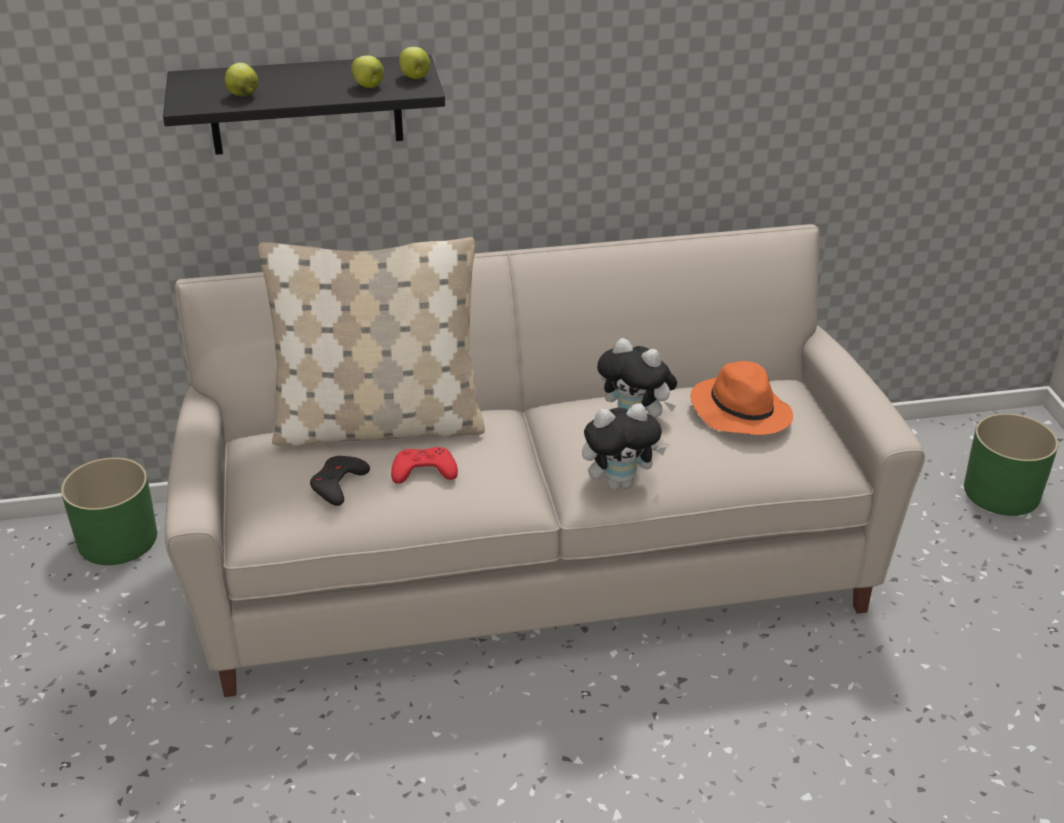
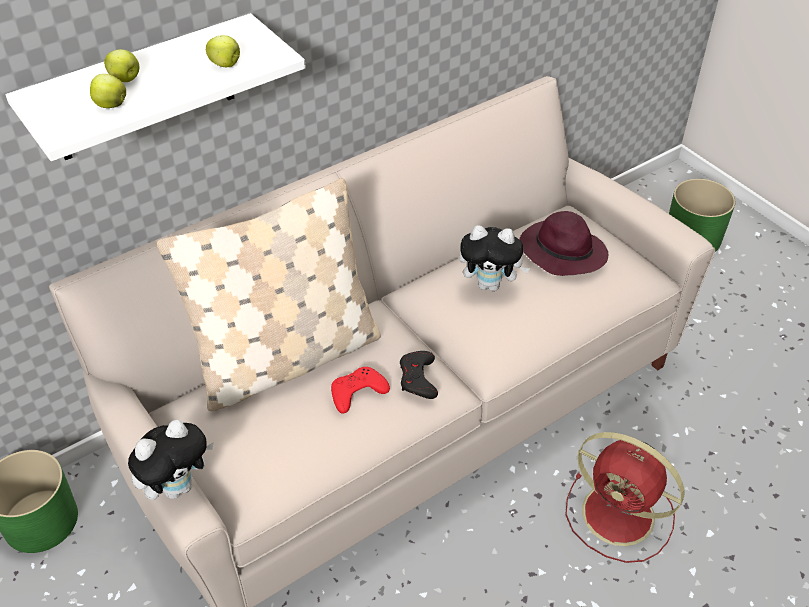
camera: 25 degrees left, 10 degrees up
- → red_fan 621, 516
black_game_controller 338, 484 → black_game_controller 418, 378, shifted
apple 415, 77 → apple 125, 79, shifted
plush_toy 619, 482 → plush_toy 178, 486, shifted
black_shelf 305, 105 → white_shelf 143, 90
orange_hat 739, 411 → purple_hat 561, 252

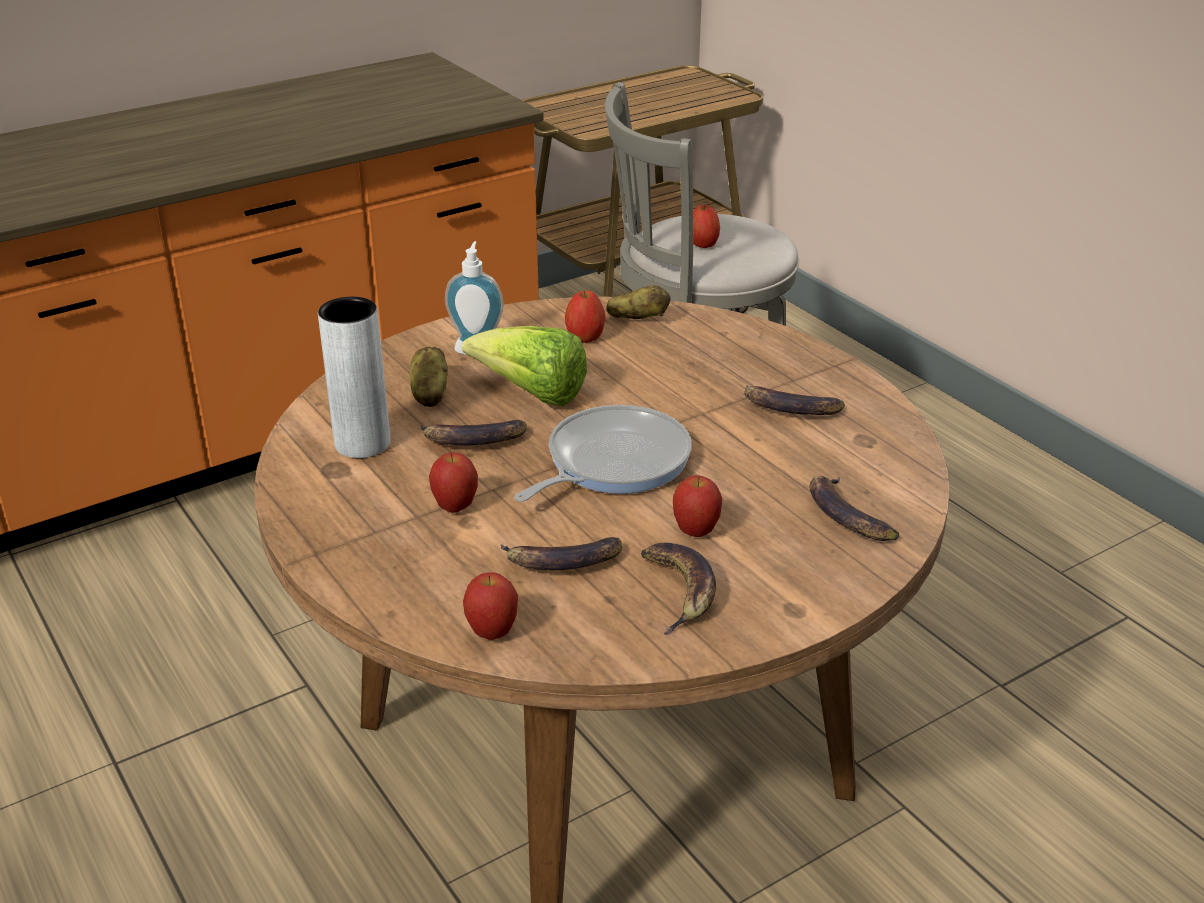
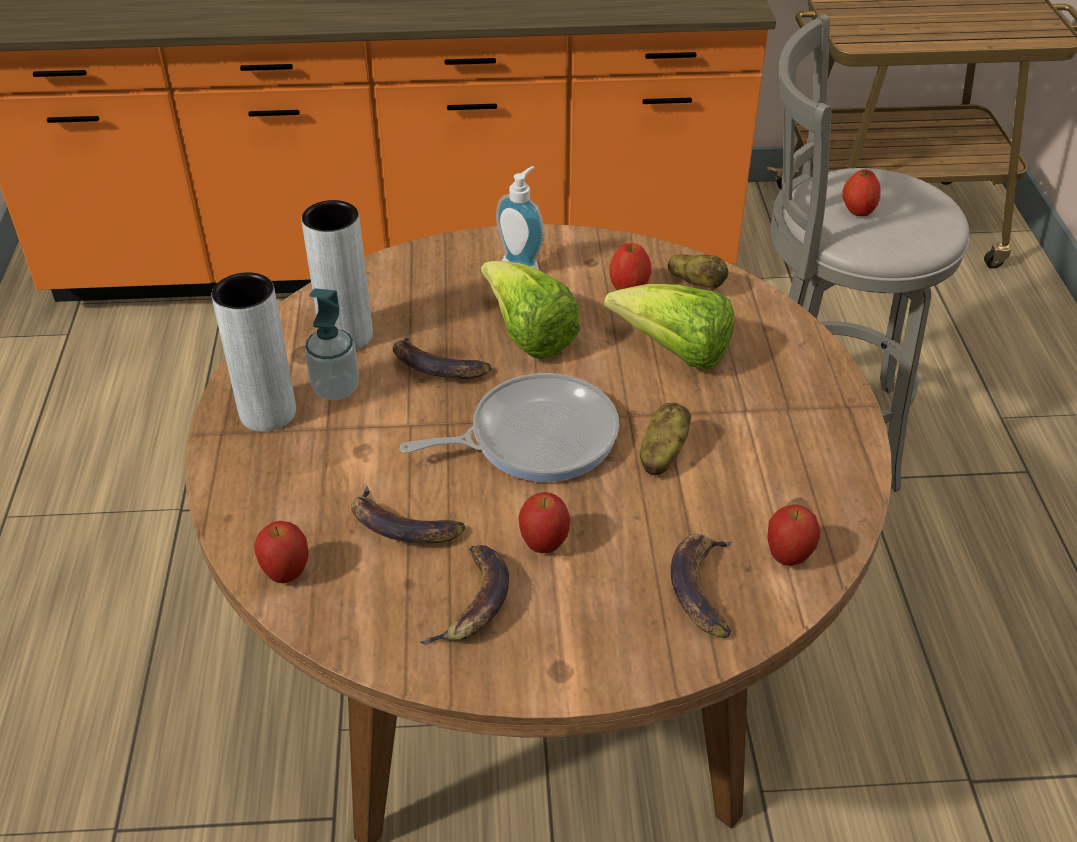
camera: 30 degrees right, 10 degrees up
banana 789, 409 → -
- → grey_vase 268, 413
- → soap_dispenser 336, 389
- → lettuce 674, 352
potato 429, 394 → potato 661, 454, shifted
apple 455, 507 → apple 788, 557, shifted

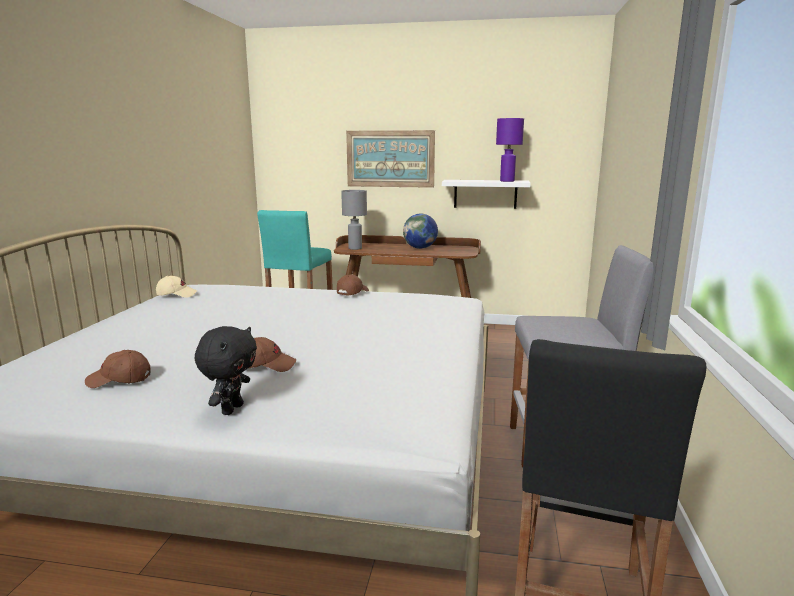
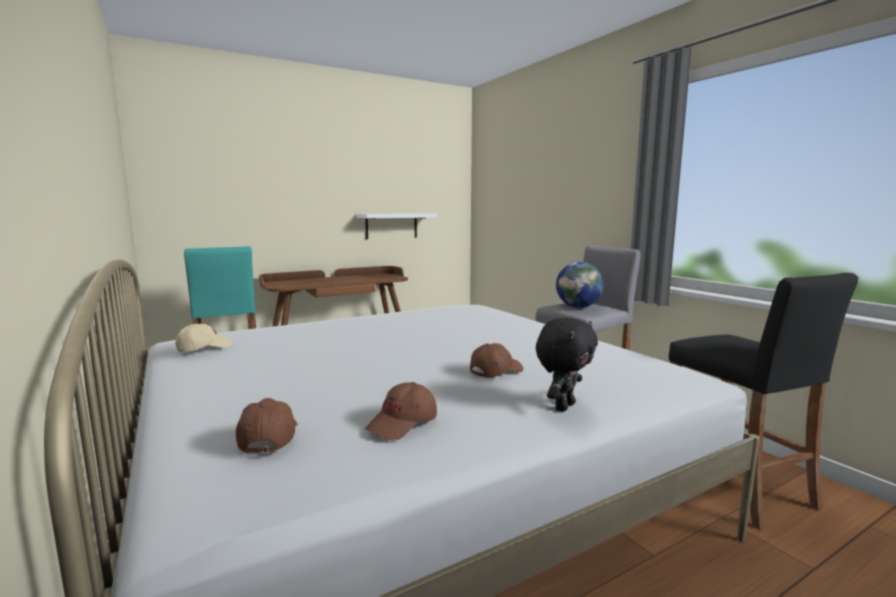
camera: 40 degrees left, 5 degrees down
grey_table_lamp 354, 248 → -
picture 390, 159 → -
purple_table_lamp 507, 181 → -
brown_cap 352, 292 → brown_cap 268, 437, shifted
globe 420, 248 → globe 578, 307, shifted
black_plush_toy 231, 409 → black_plush_toy 563, 406, 60 degrees clockwise

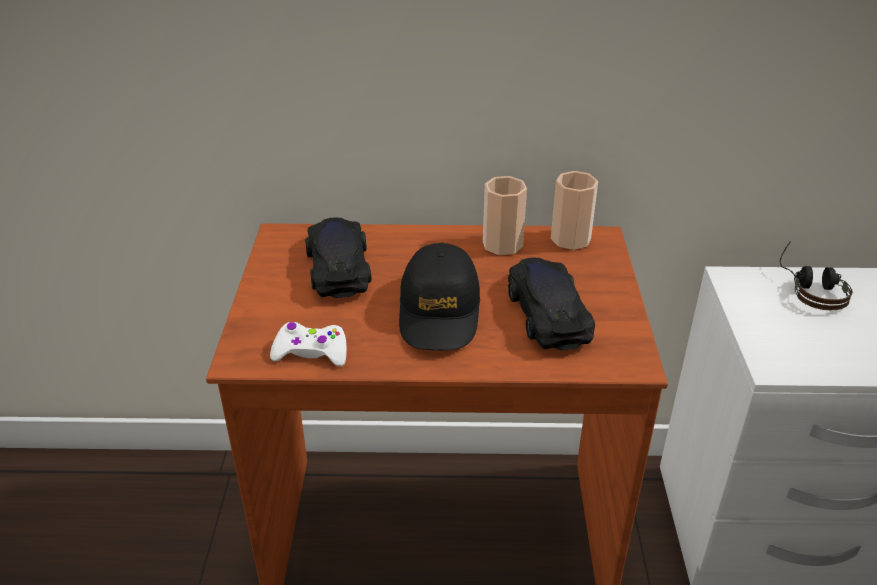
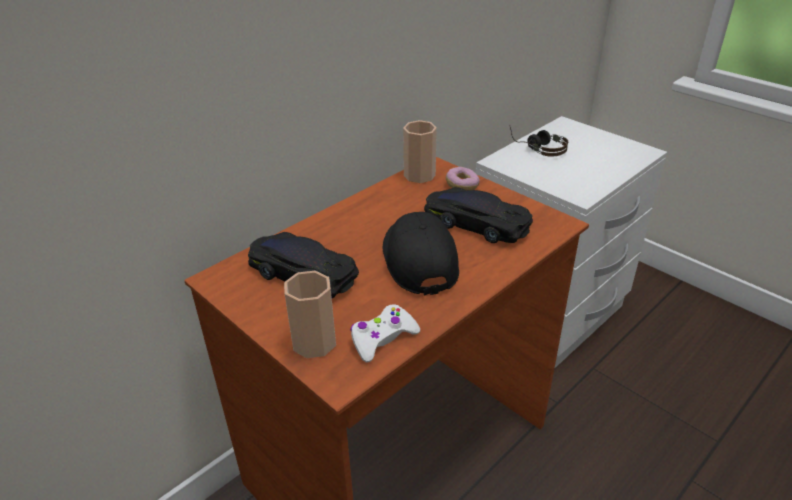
camera: 45 degrees left, 0 degrees up
- → donut 462, 186
cup 502, 244 → cup 314, 342, shifted
black_cap 439, 311 → black_cap 418, 260, 150 degrees counterclockwise

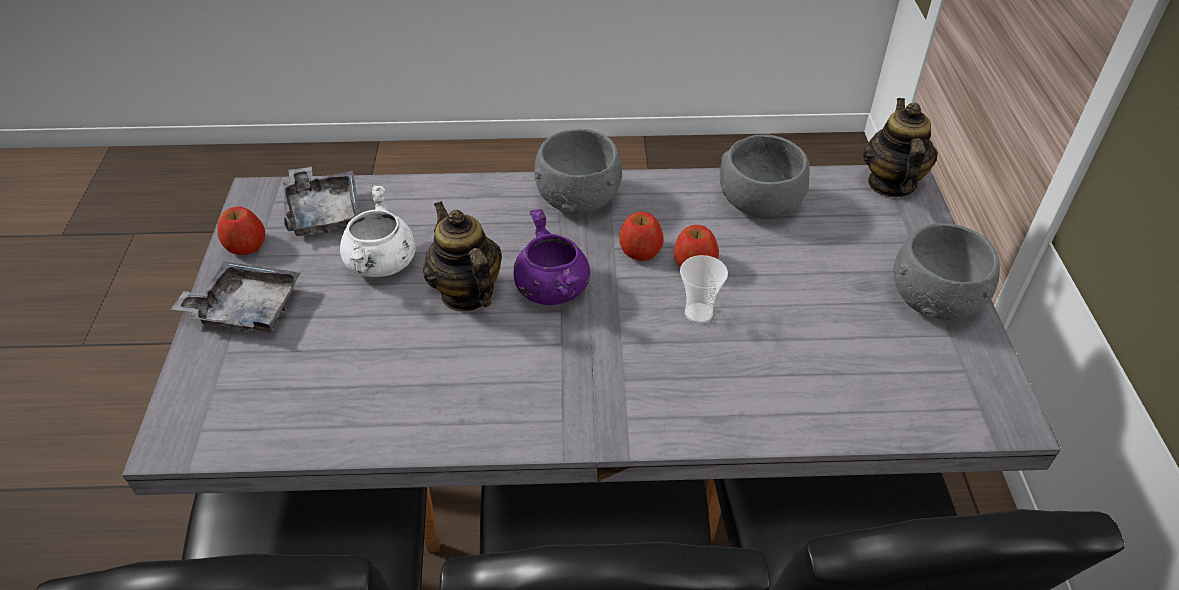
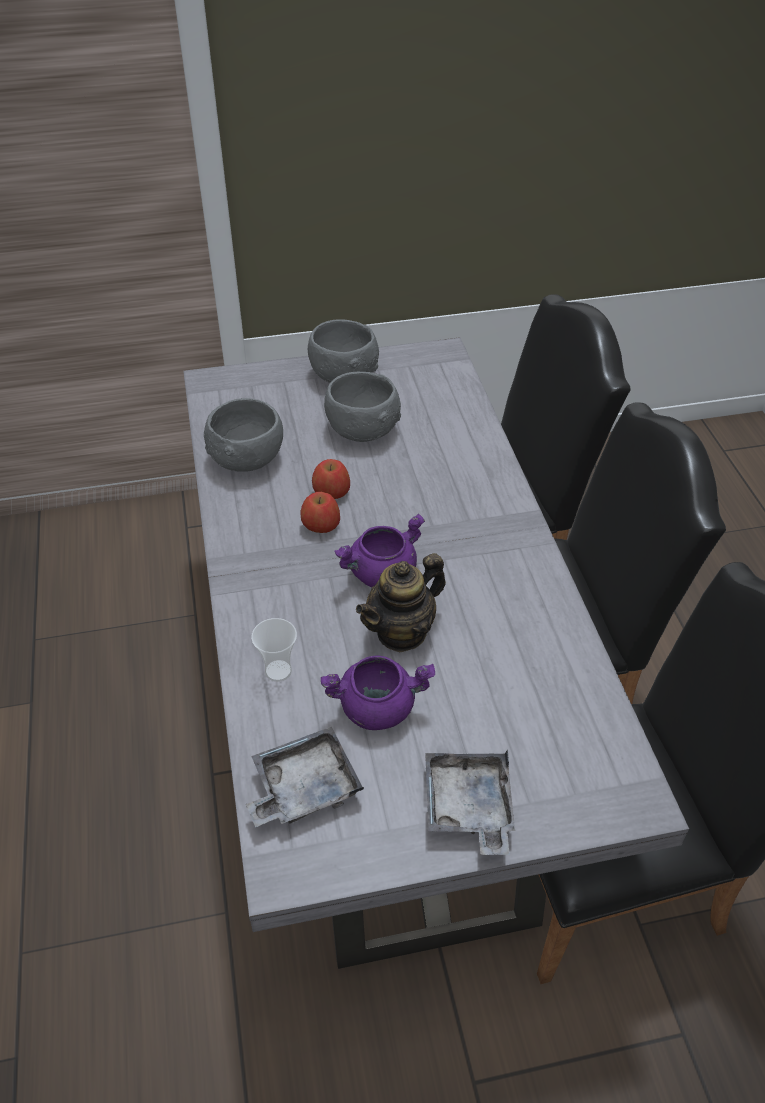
camera: 100 degrees left, 0 degrees up
apple 245, 244 → -
teapot 891, 184 → -
grey_bowl 579, 197 → grey_bowl 362, 428, shifted
cup 698, 313 → cup 278, 671, shifted
white_cooking_pot 381, 264 → purple_cooking_pot 377, 707

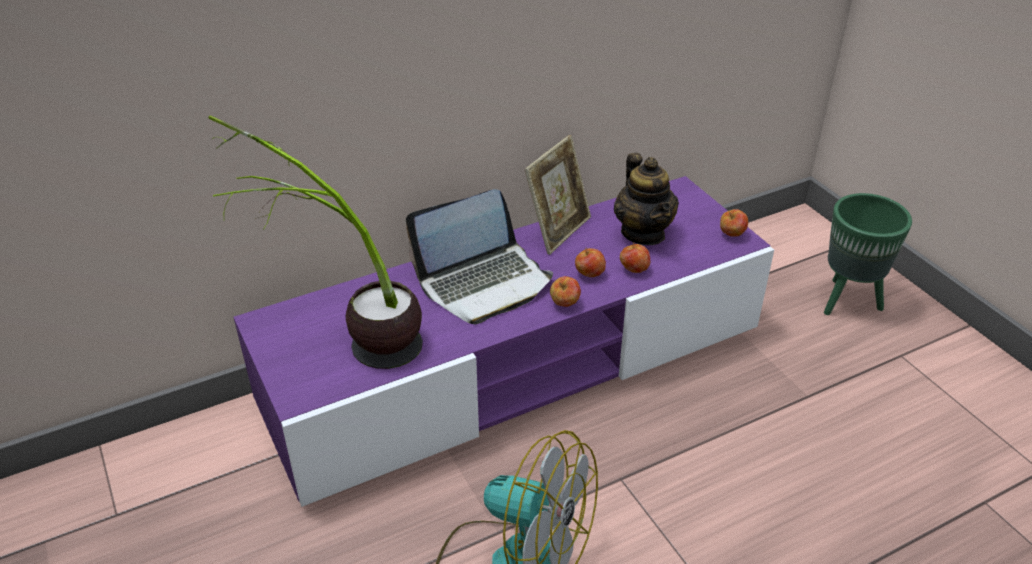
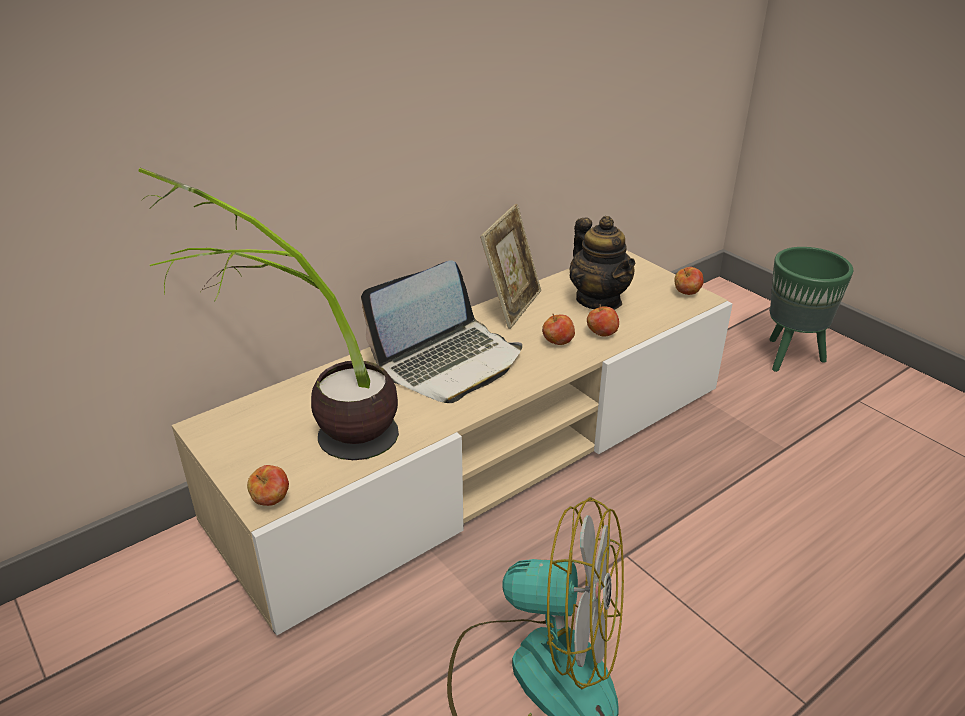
camera: 10 degrees left, 5 degrees down
apple 565, 304 → apple 271, 501, shifted
purple_tv_stand 516, 365 → beige_tv_stand 482, 453

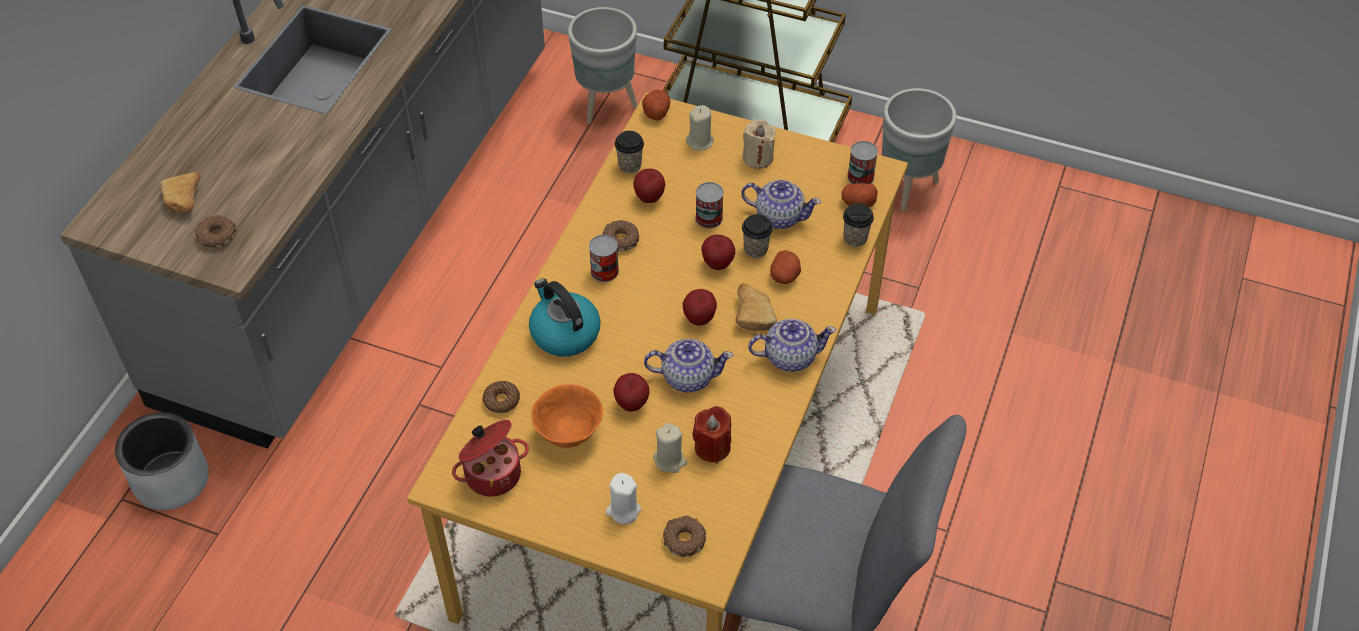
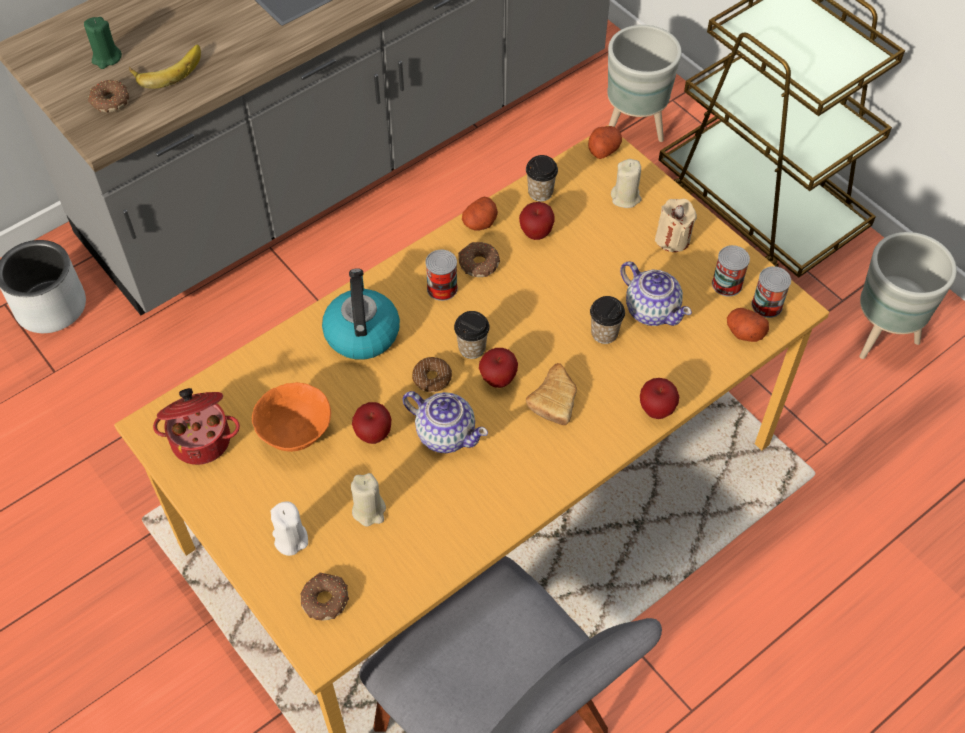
camera: 30 degrees right, 5 degrees up
red_candle 712, 447 → -
teapot 789, 357 → -
- → banana 168, 68
donut 501, 401 → donut 432, 378, shifted
can 709, 218 → can 727, 284, shifted
apple 717, 264 → apple 656, 410, shifted
potato 785, 276 → potato 480, 223, shifted
cup 855, 238 → cup 472, 348, shifted
bread 183, 202 → green_candle 106, 58

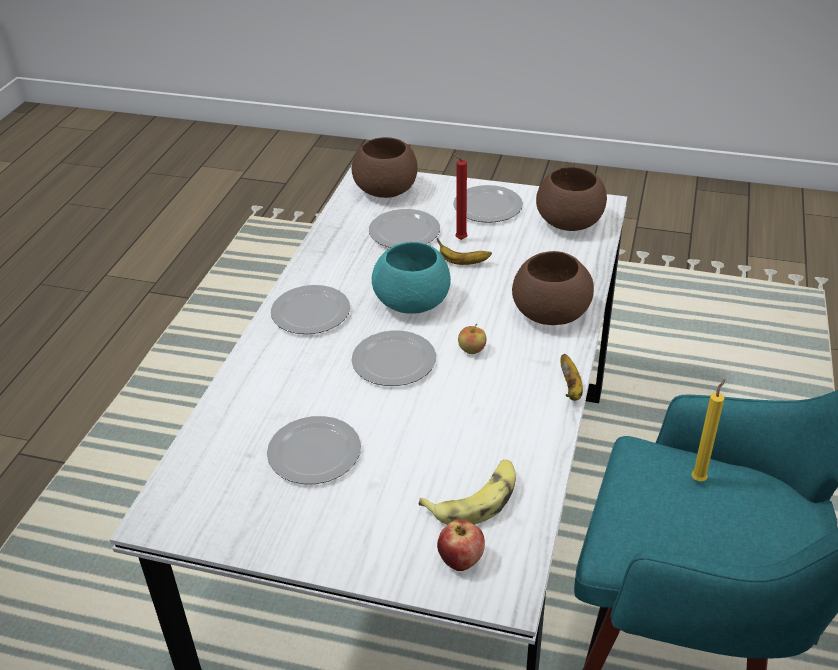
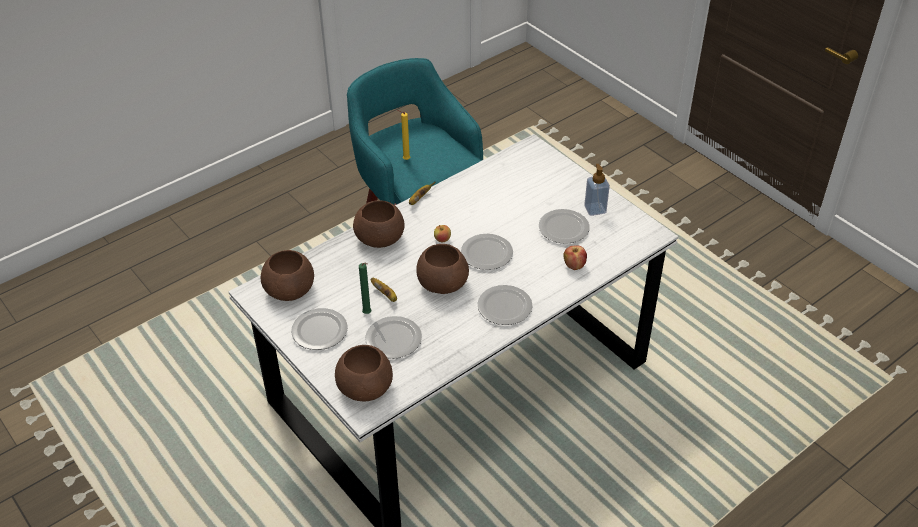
camera: 145 degrees left, 5 degrees up
banana 475, 499 → -
- → soap_dispenser 595, 209
apple 460, 561 → apple 574, 266, shifted
turquoise_bowl 413, 303 → brown_bowl 442, 283
red_candle 459, 239 → green_candle 368, 314

